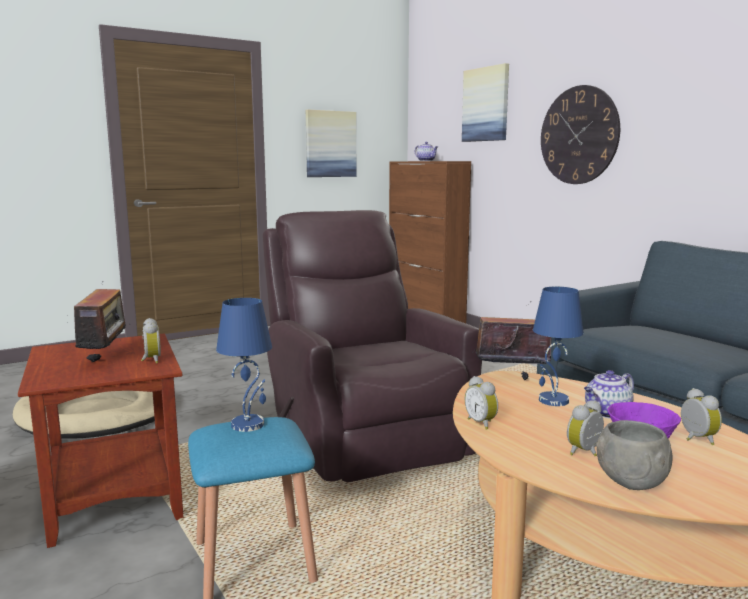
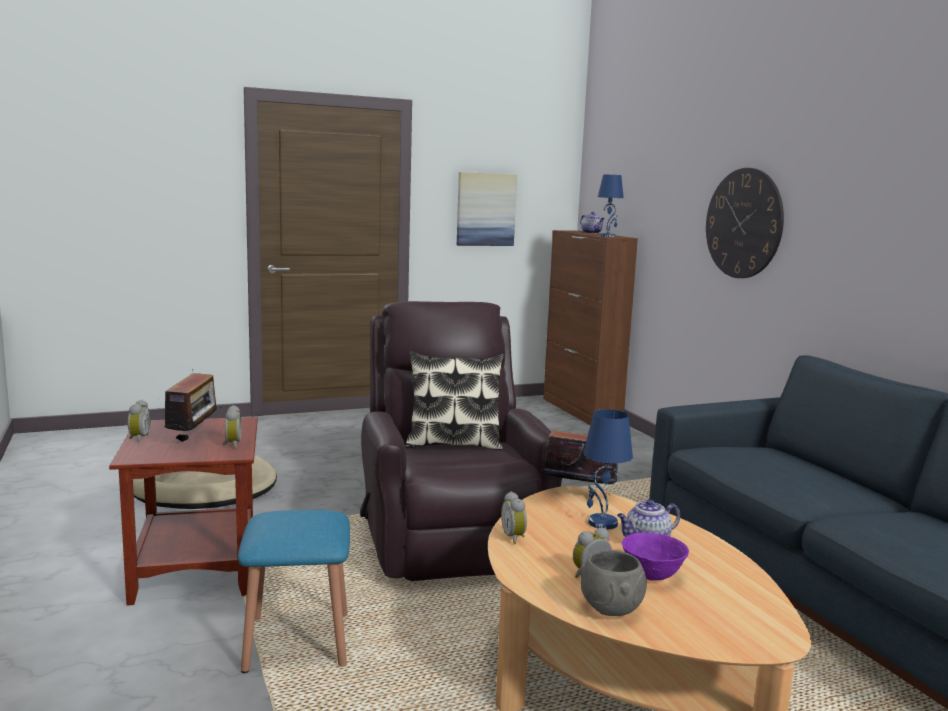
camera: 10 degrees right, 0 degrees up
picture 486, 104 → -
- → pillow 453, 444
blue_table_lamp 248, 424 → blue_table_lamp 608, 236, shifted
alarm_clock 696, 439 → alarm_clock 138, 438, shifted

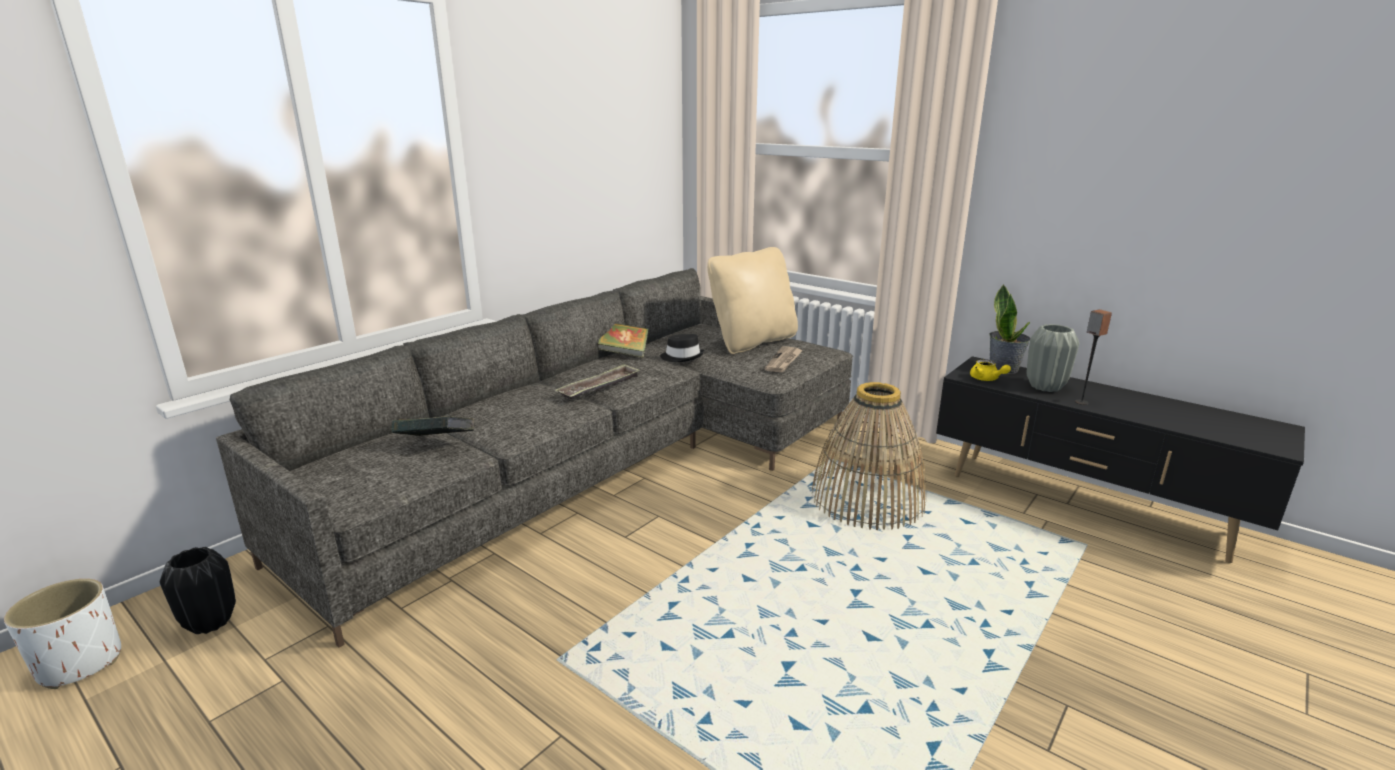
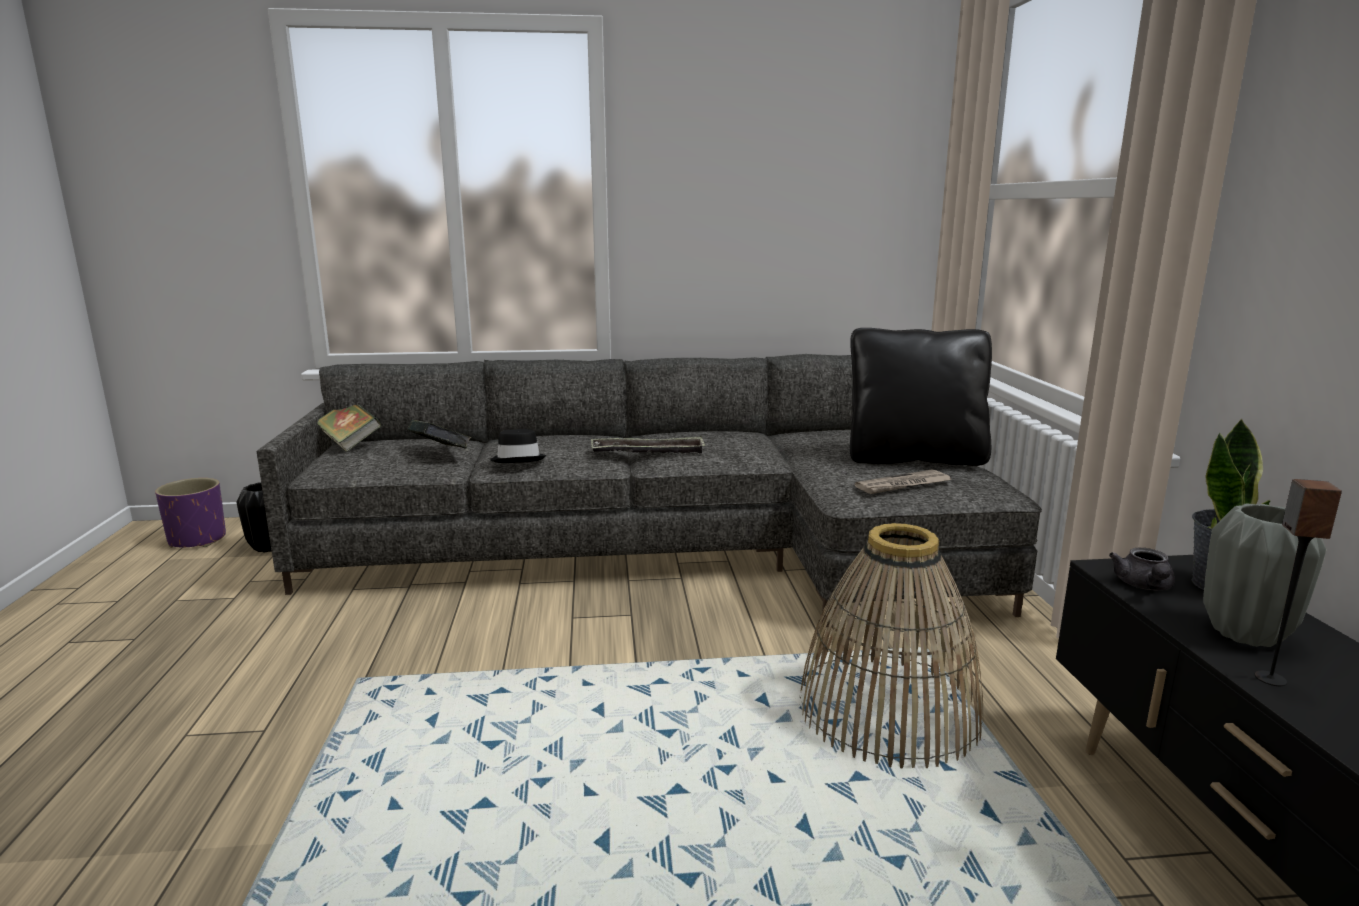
camera: 45 degrees right, 5 degrees down
book 624, 354 → book 350, 443, shifted
black_hat 682, 357 → black_hat 518, 459, shifted
white_planter 80, 663 → purple_planter 198, 540
beige_pillow 753, 342 → black_pillow 914, 458
yellow_teapot 986, 379 → grey_teapot 1144, 586

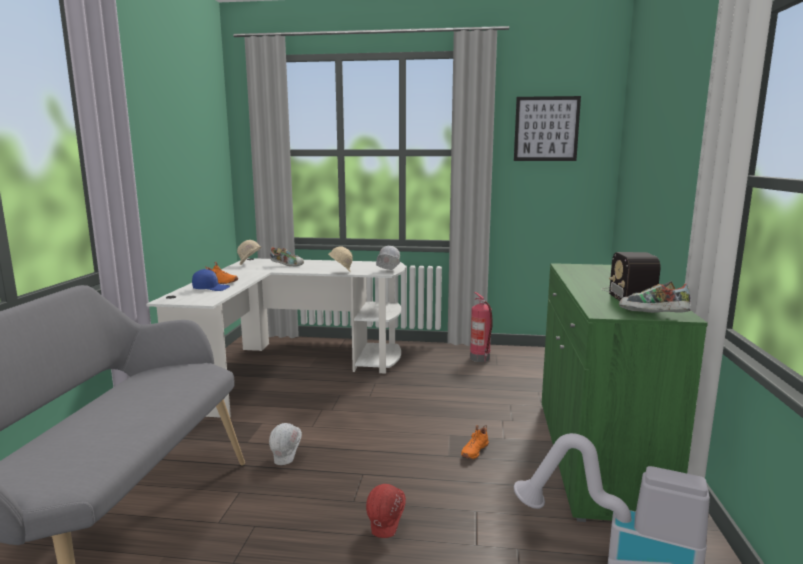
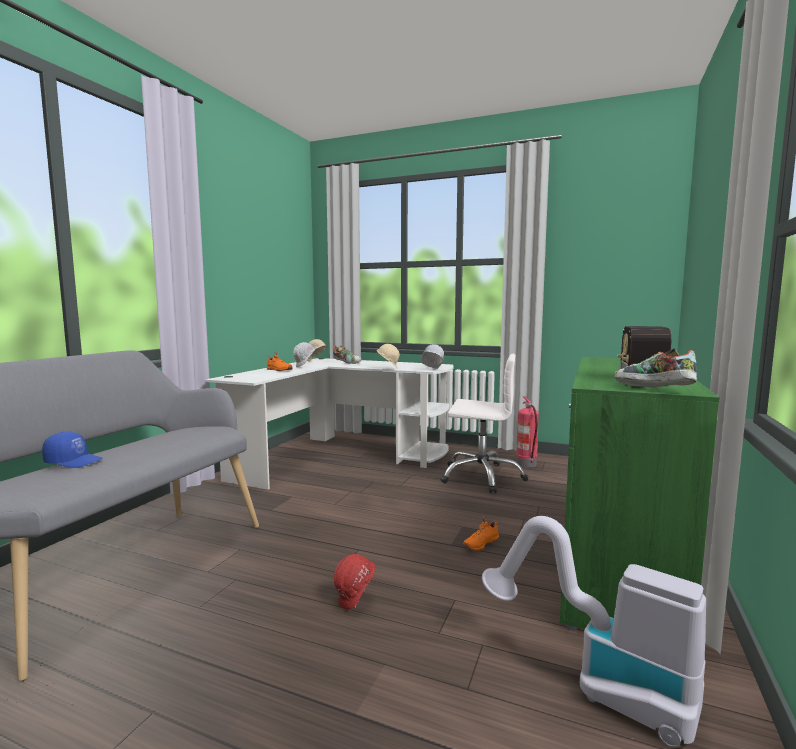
camera: 15 degrees right, 5 degrees down
picture 546, 129 → -
- → white_office_chair 481, 476
blue_cap 211, 288 → blue_cap 74, 461, shifted
white_hard_hat 287, 459 → white_hard_hat 305, 366, shifted

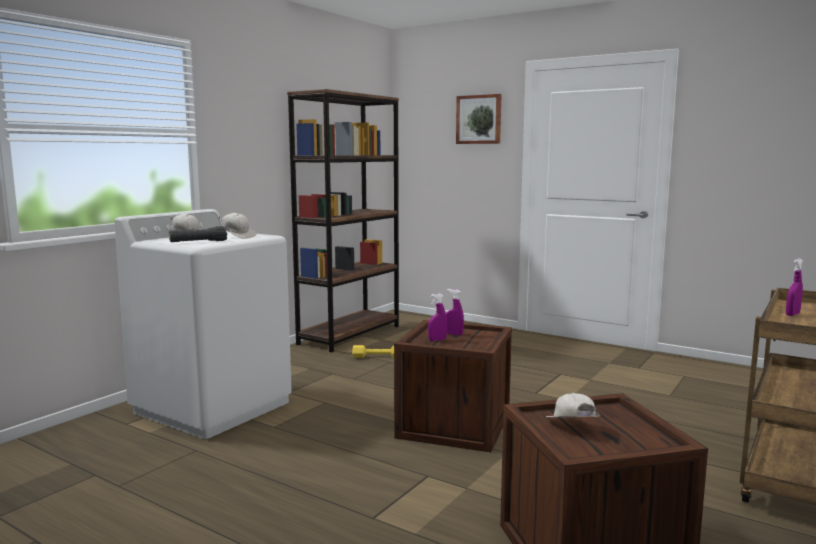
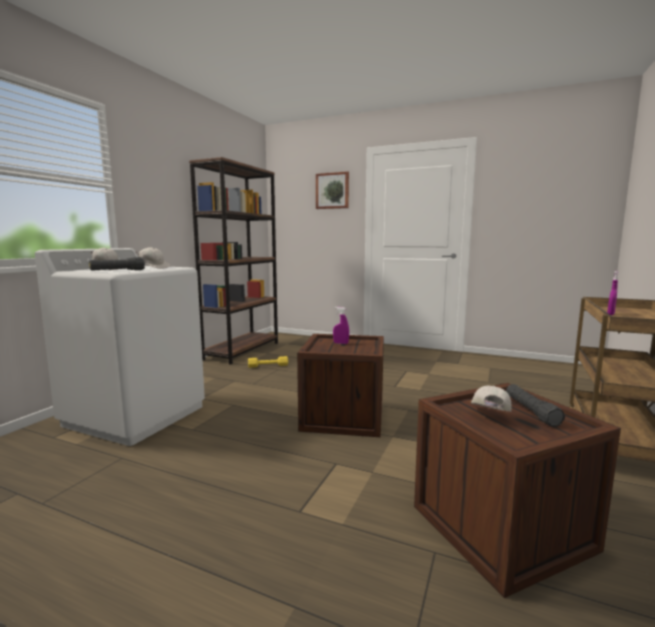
camera: 10 degrees left, 0 degrees up
purple_spray_bottle 437, 340 → -
- → black_flashlight 531, 412
white_cap 571, 428 → white_cap 489, 417, 45 degrees clockwise

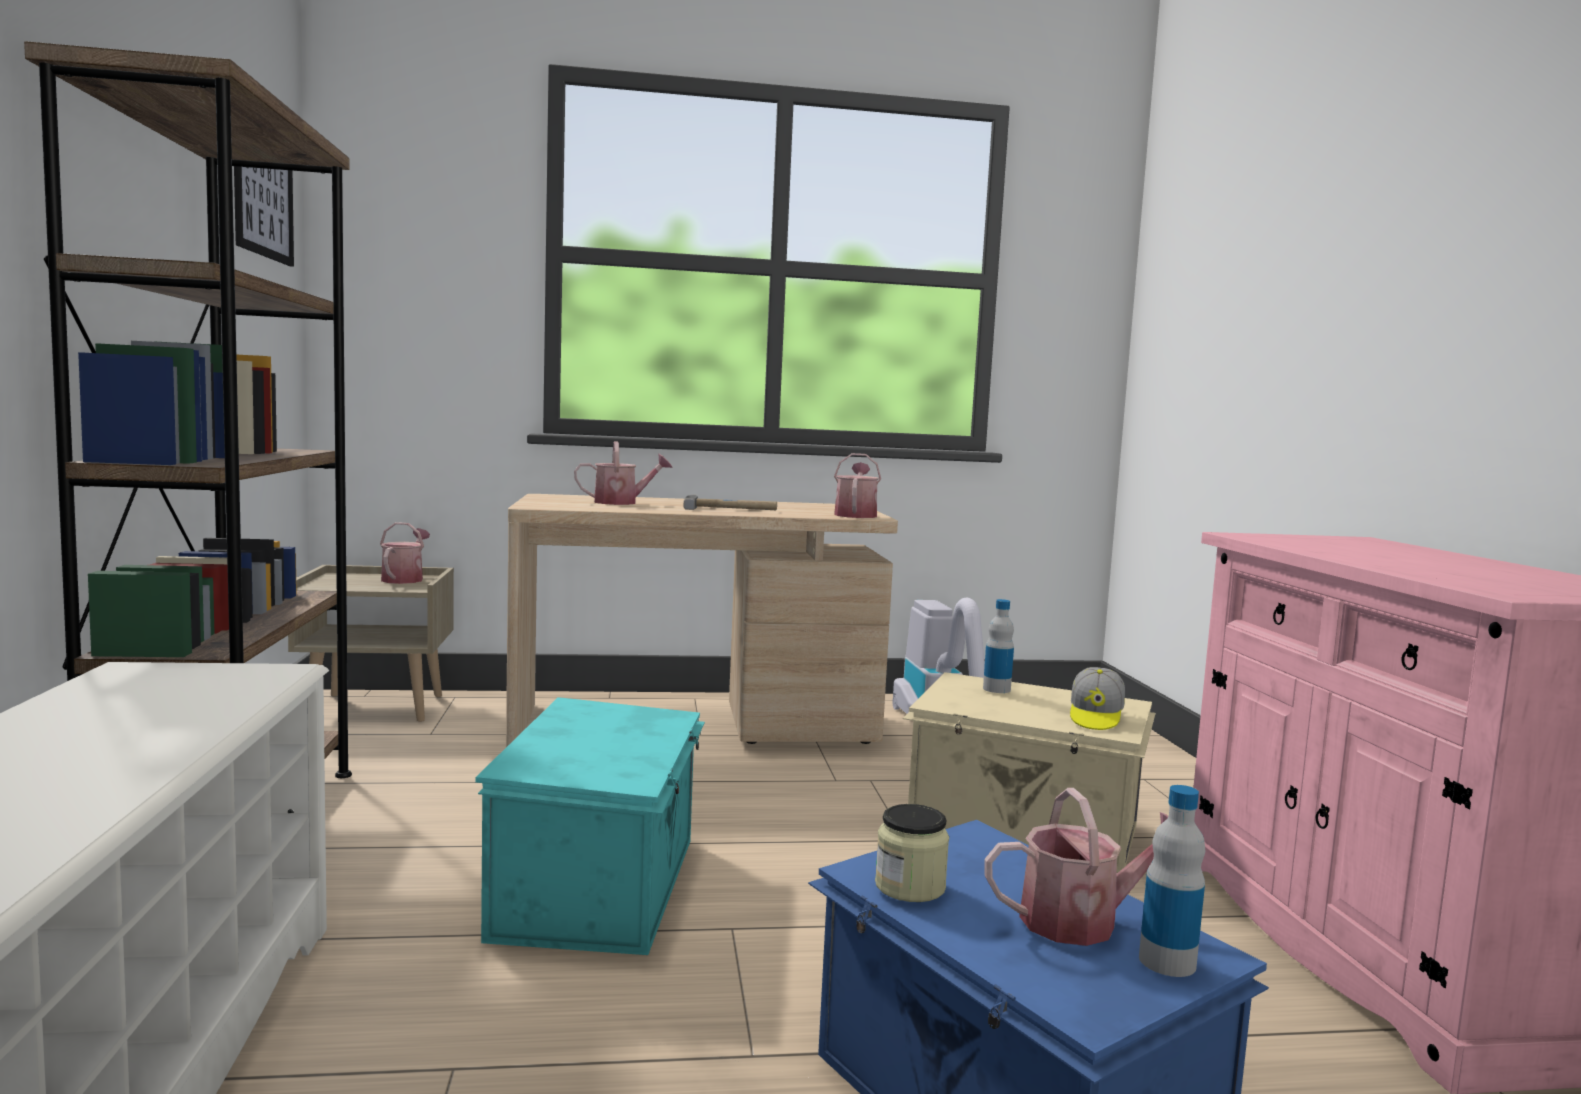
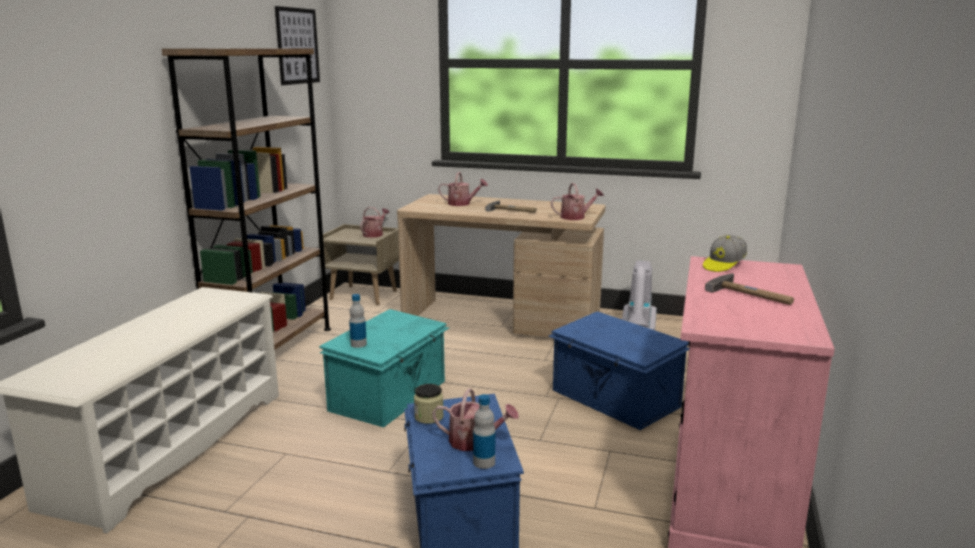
camera: 25 degrees right, 10 degrees up
- → hammer 752, 295
bottle 996, 689 → bottle 358, 344, shifted
cap 1095, 717 → cap 723, 265, shifted
beige_storage_box 1024, 828 → blue_storage_box 615, 399
watering_can 855, 515 → watering_can 576, 217, 45 degrees clockwise

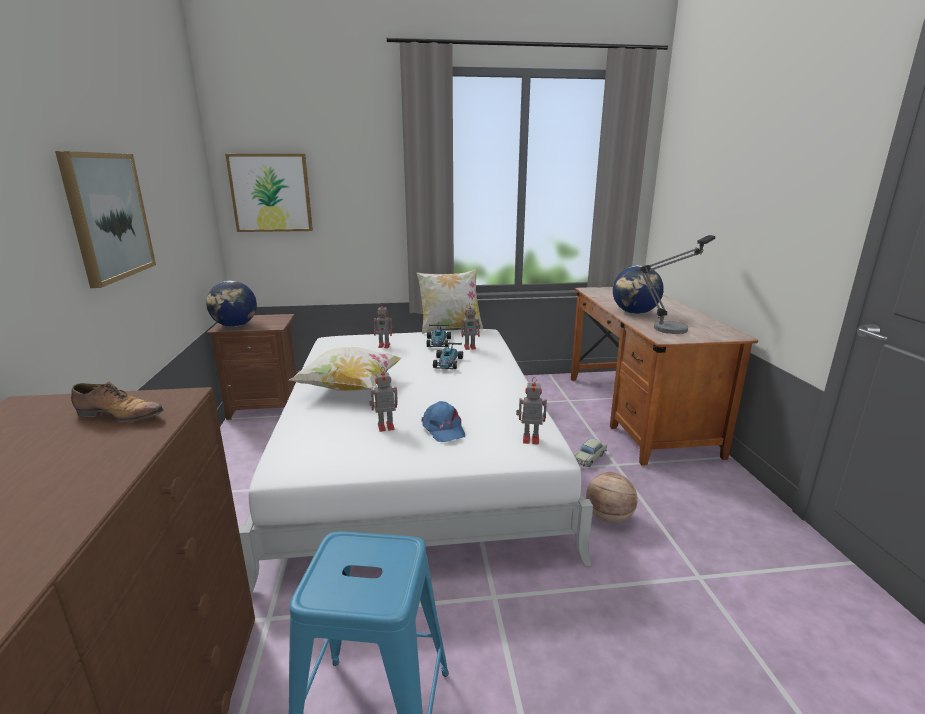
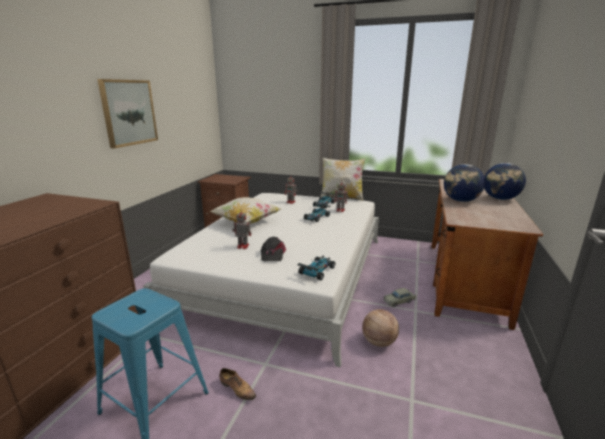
camera: 25 degrees right, 0 degrees up
picture 271, 193 → -
table_lamp 675, 327 → -
shoe 119, 415 → shoe 237, 389, shifted
globe 235, 326 → globe 500, 199, shifted
toy_robot 529, 439 → toy_car 317, 271
blue_cap 443, 429 → black_cap 272, 254

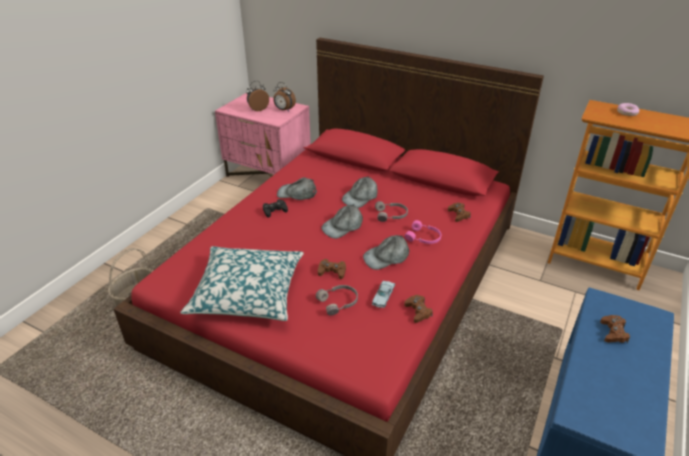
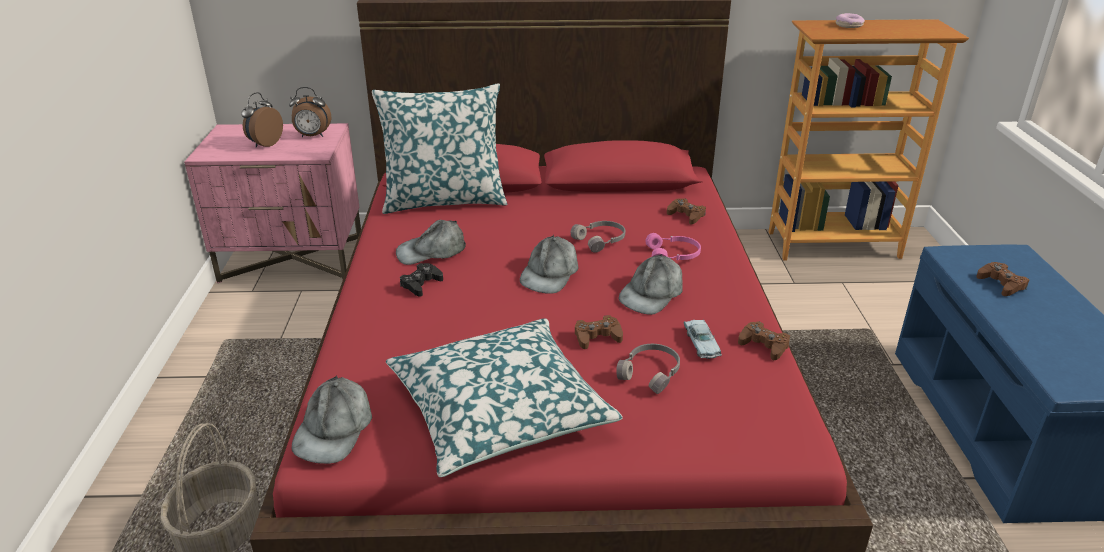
camera: 30 degrees left, 5 degrees down
- → pillow 444, 200
grey_cap 360, 197 → grey_cap 334, 429, shifted

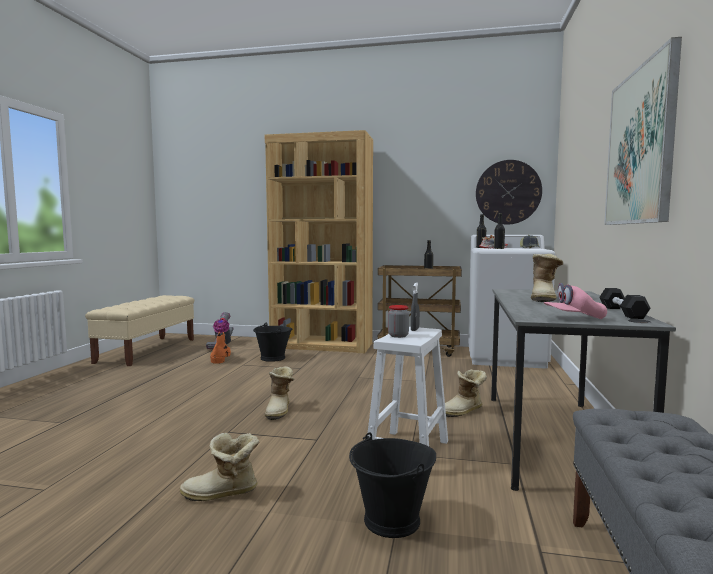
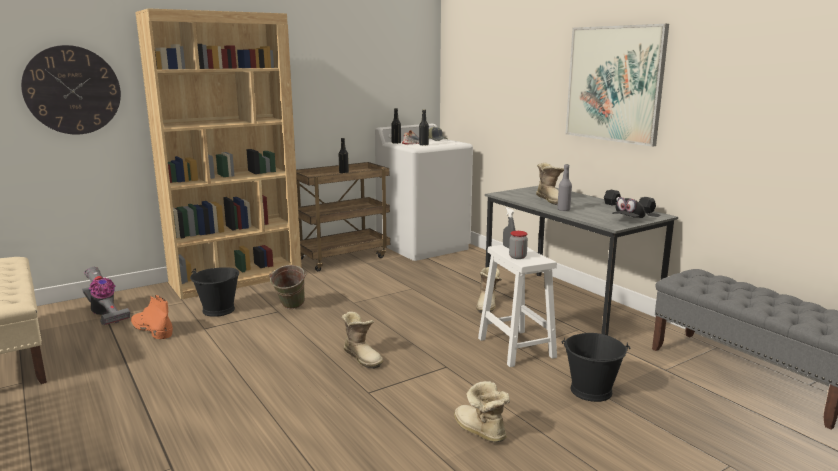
camera: 45 degrees left, 10 degrees up
- → green_bucket 290, 308
- → grey_bottle 563, 210
wall_clock 508, 192 → wall_clock 72, 90, shifted
pink_cap 574, 318 → black_cap 628, 220
boot 222, 494 → boot 479, 431, 105 degrees clockwise

